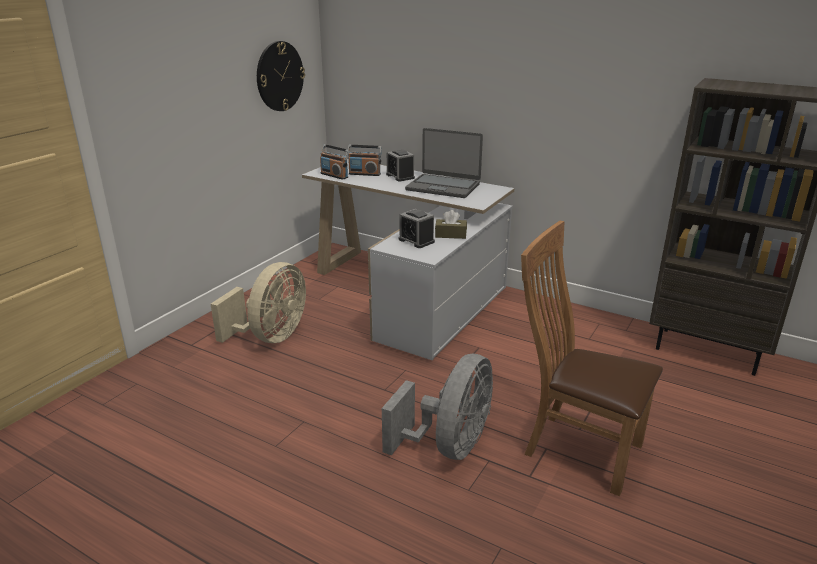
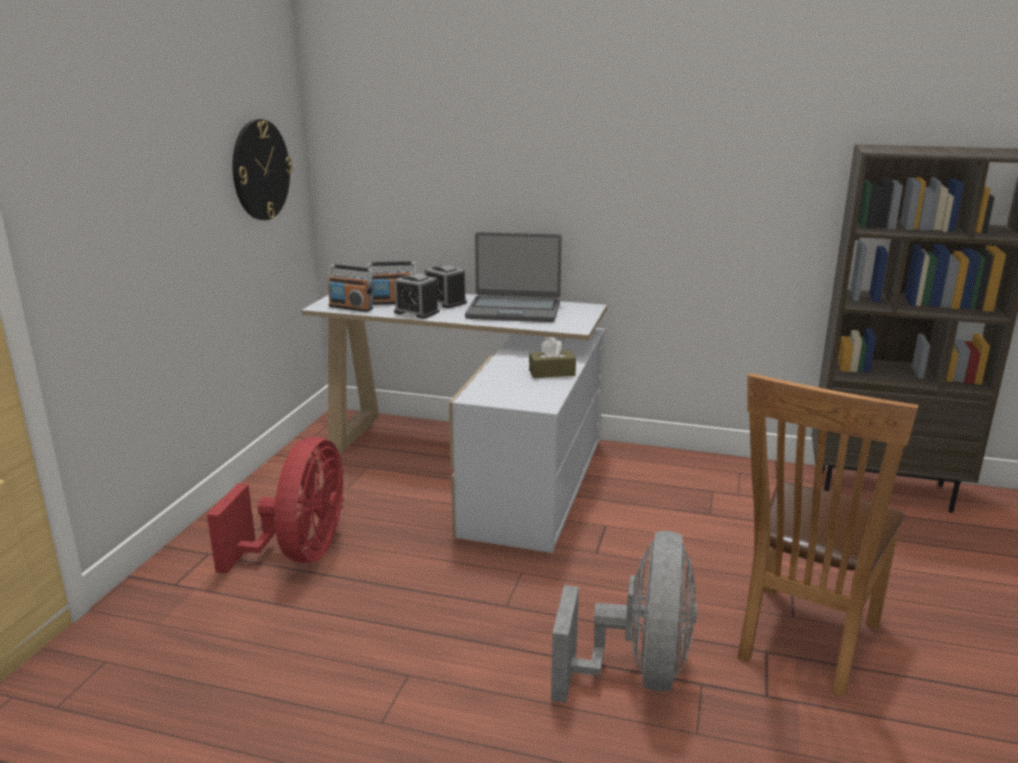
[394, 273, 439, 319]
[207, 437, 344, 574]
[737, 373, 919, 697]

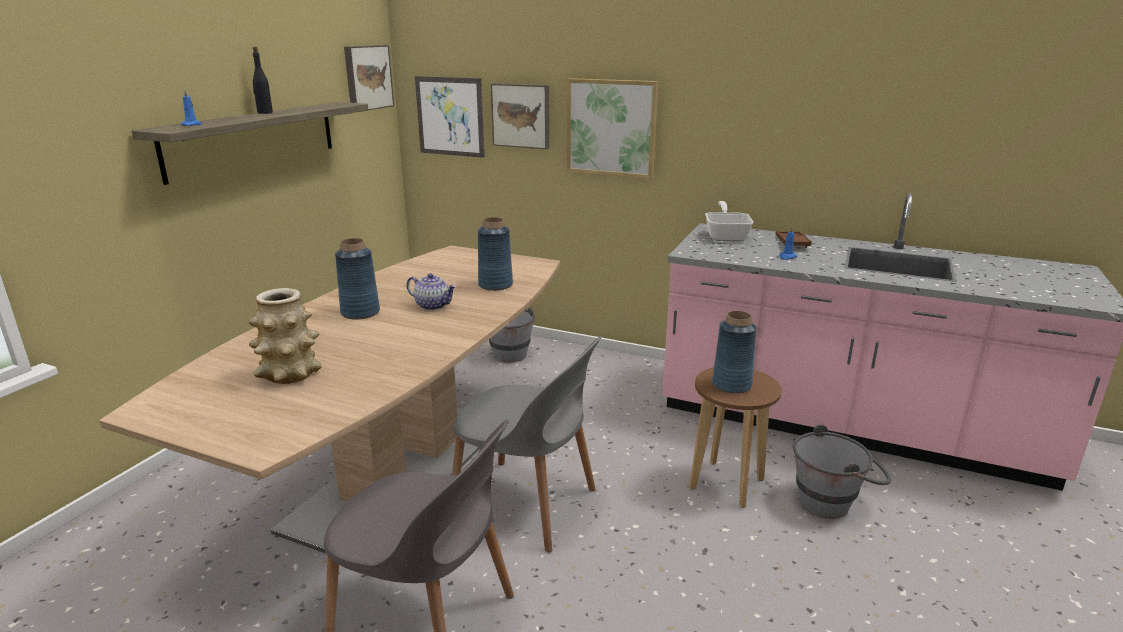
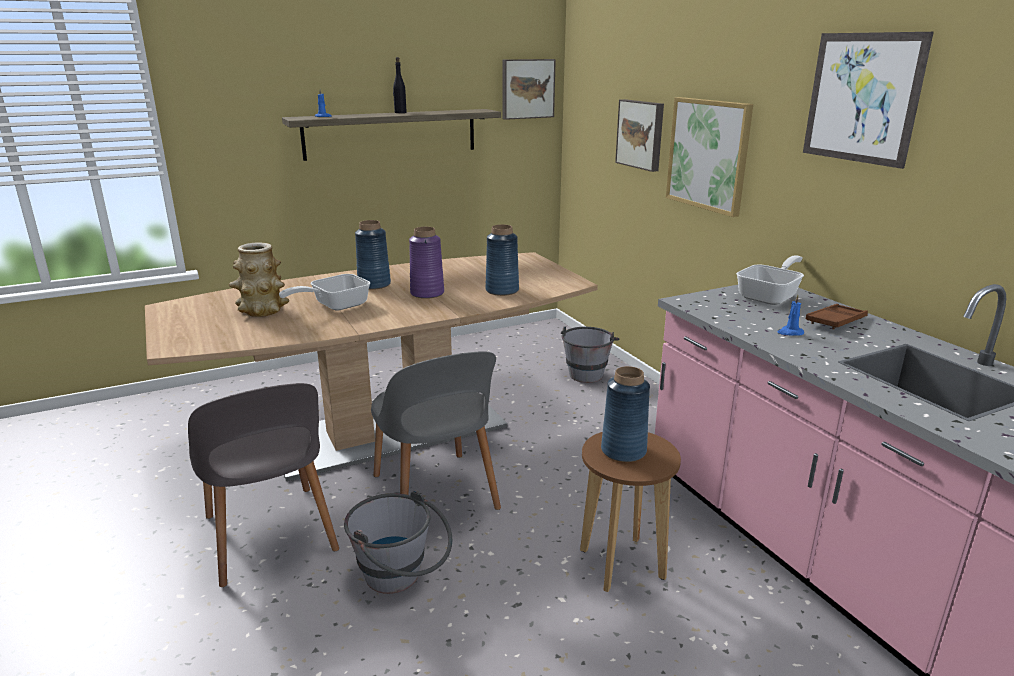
[279, 274, 370, 311]
[803, 32, 934, 169]
[344, 490, 452, 594]
[409, 227, 444, 299]

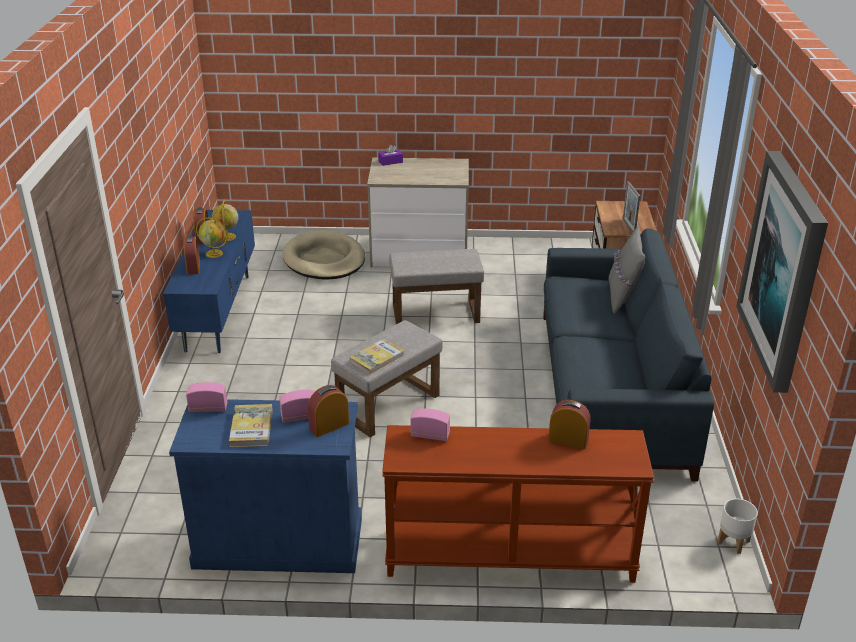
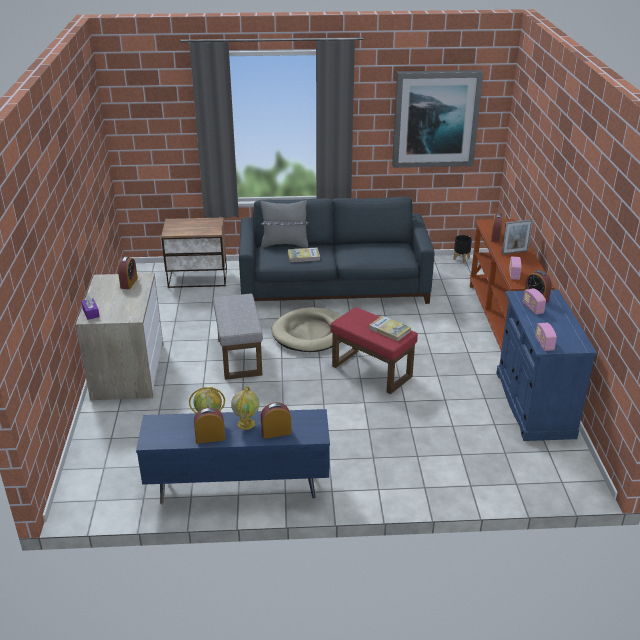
[118, 256, 138, 289]
[288, 247, 320, 262]
[271, 307, 341, 352]
[501, 219, 533, 255]
[331, 307, 418, 394]
[453, 235, 472, 263]

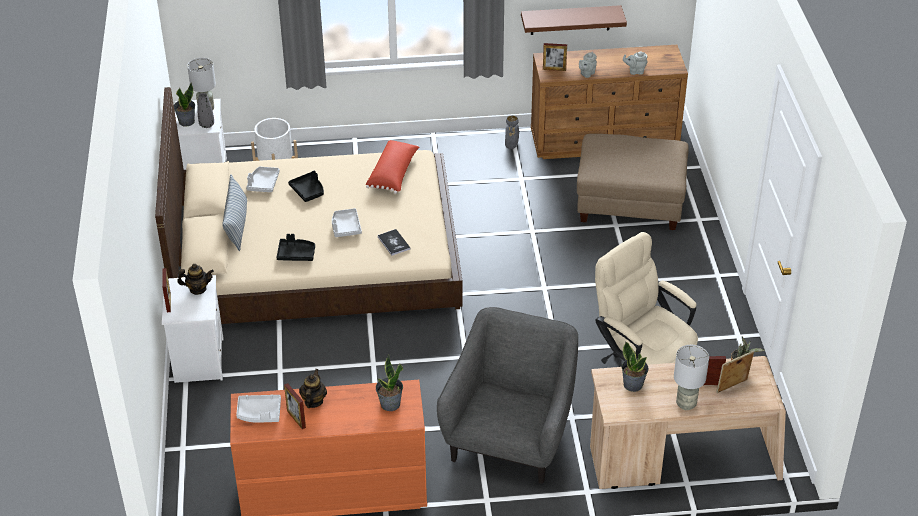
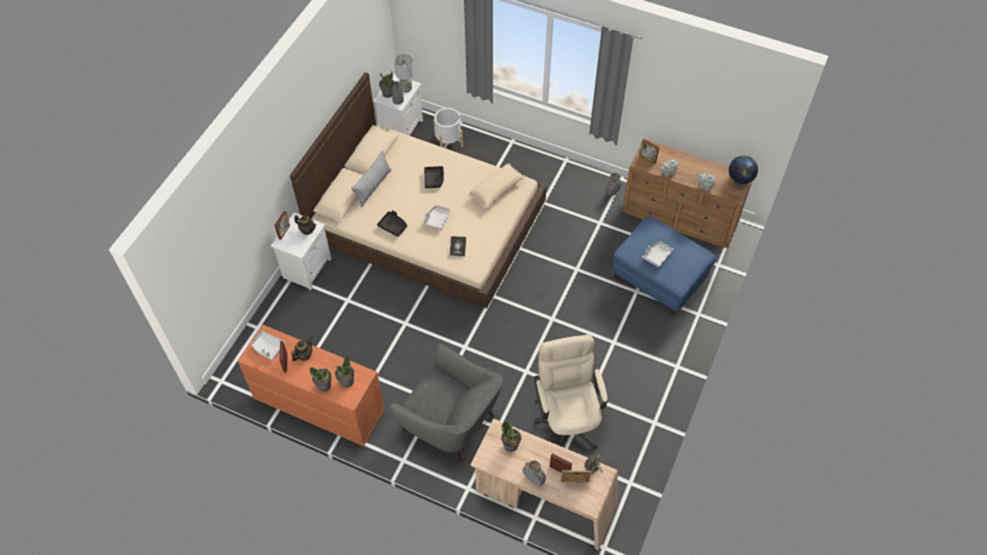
[521, 5, 627, 35] (first image)
[310, 367, 332, 392]
[729, 156, 758, 184]
[642, 241, 673, 267]
[522, 461, 546, 486]
[468, 163, 525, 209]
[612, 216, 716, 315]
[389, 343, 503, 462]

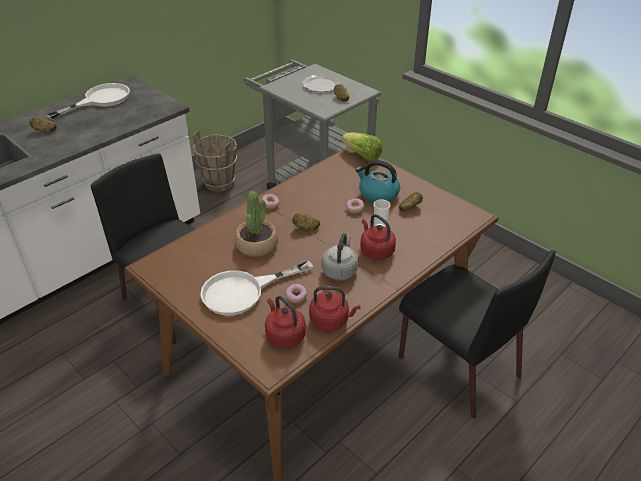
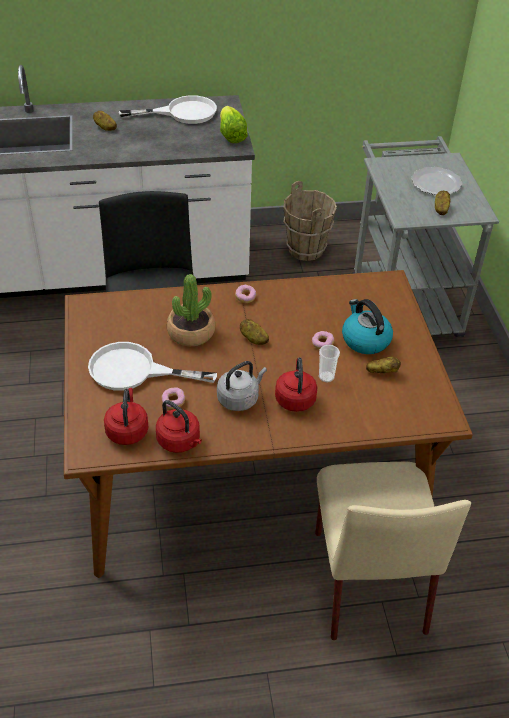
[220, 106, 248, 143]
[315, 462, 471, 640]

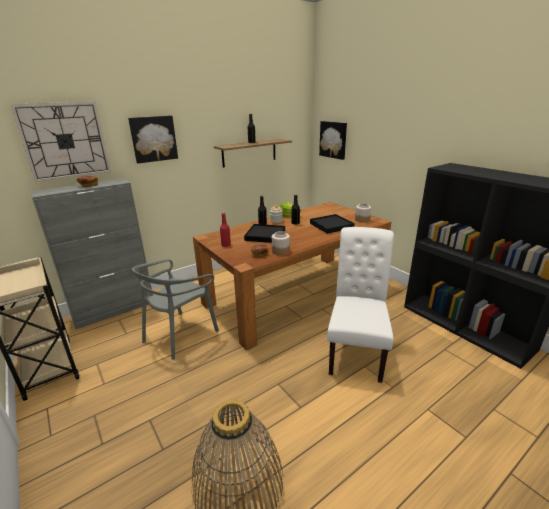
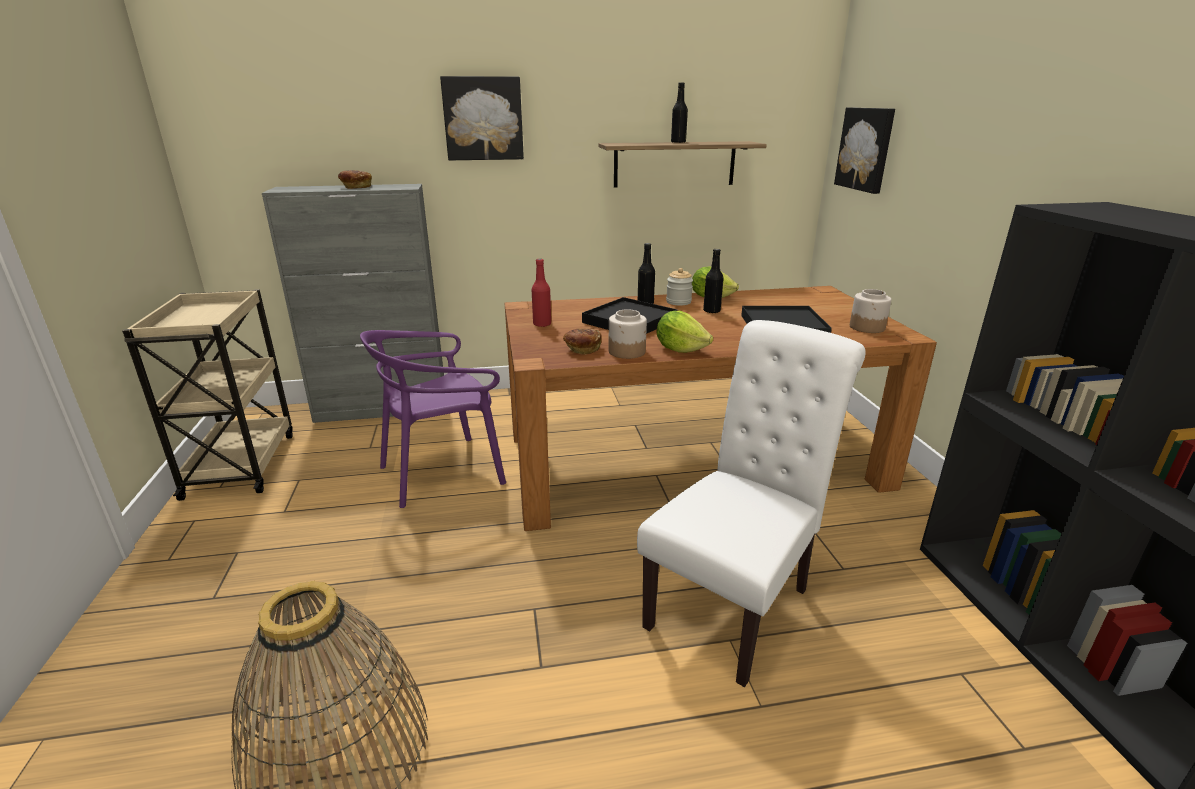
[10, 102, 111, 182] (first image)
[656, 311, 713, 353]
[360, 330, 506, 508]

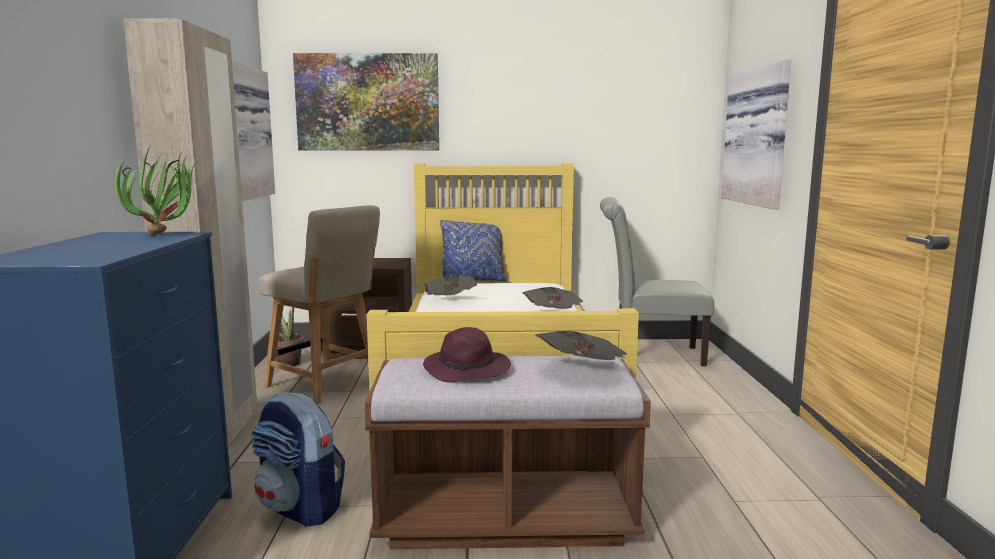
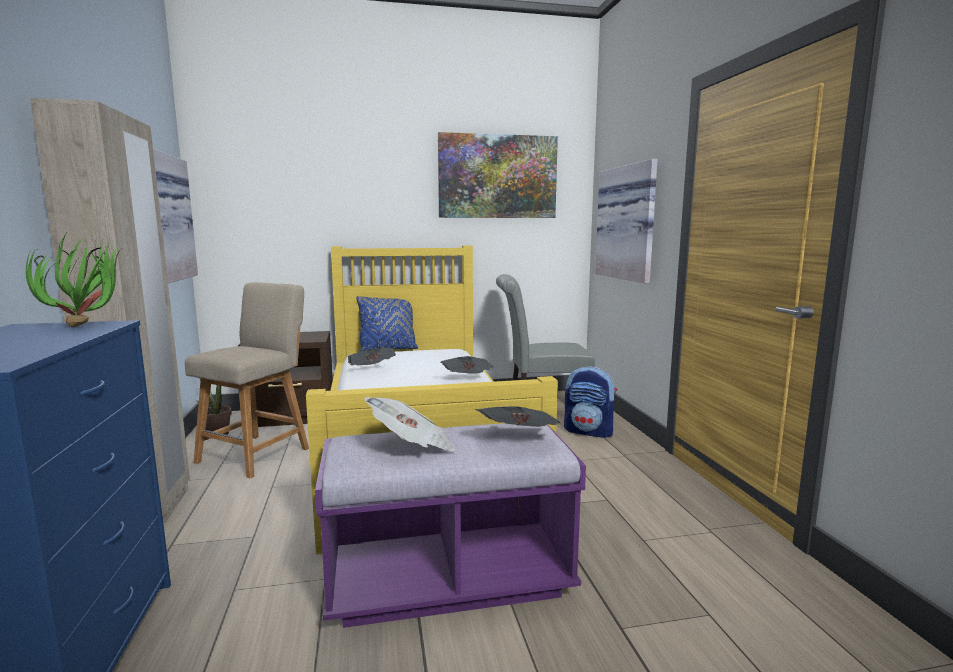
[564, 367, 617, 438]
[438, 132, 558, 218]
[364, 397, 456, 452]
[315, 423, 586, 628]
[185, 282, 309, 478]

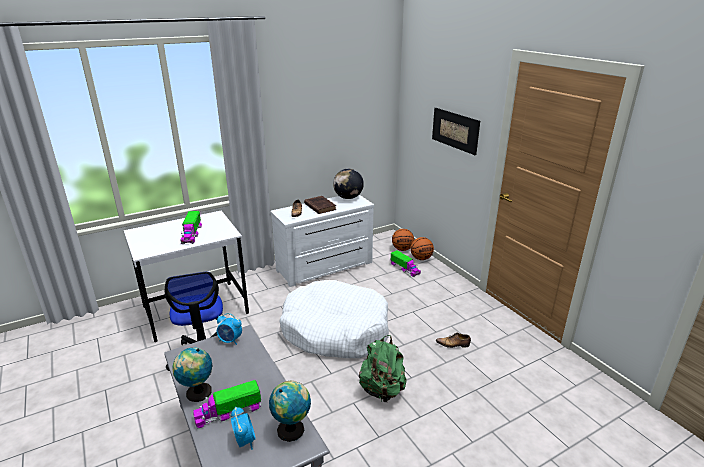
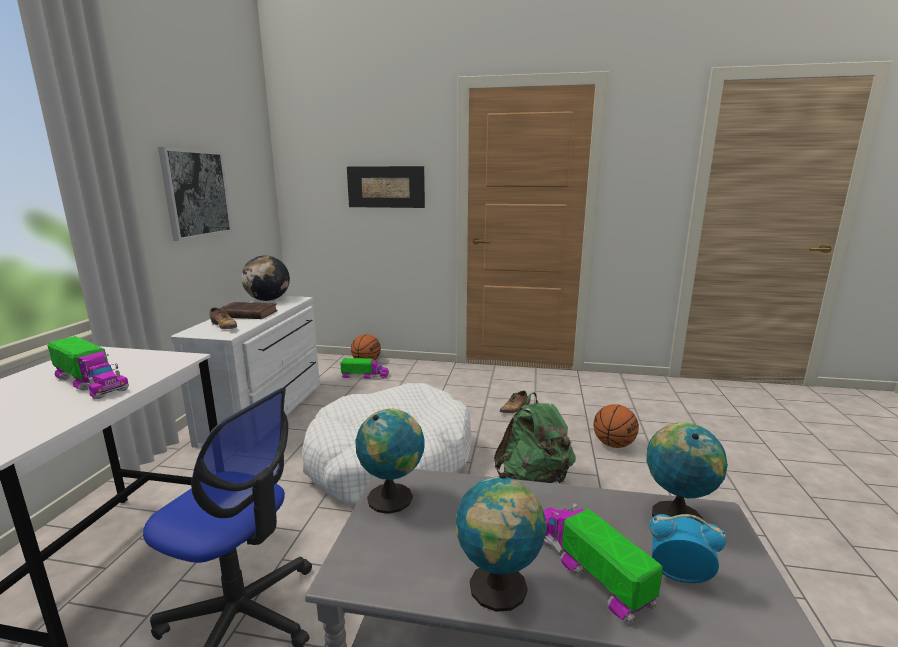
[158, 147, 232, 241]
[594, 404, 639, 448]
[355, 409, 425, 514]
[543, 504, 663, 623]

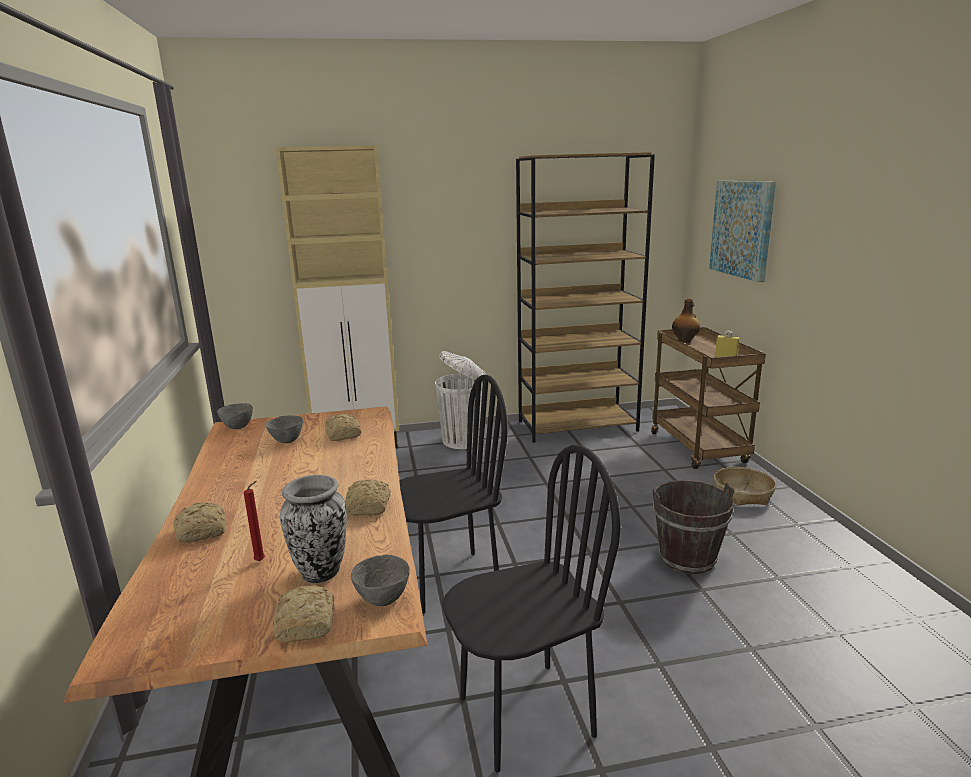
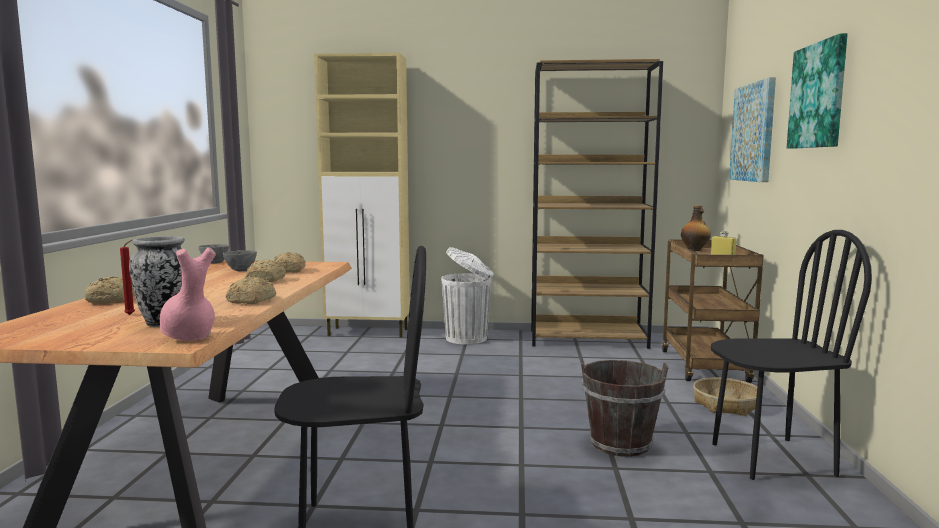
[787, 33, 847, 149]
[246, 259, 286, 282]
[711, 230, 872, 480]
[160, 247, 216, 341]

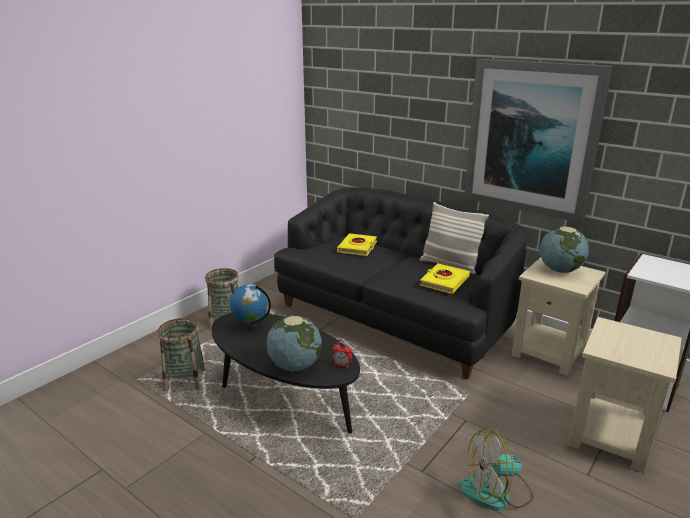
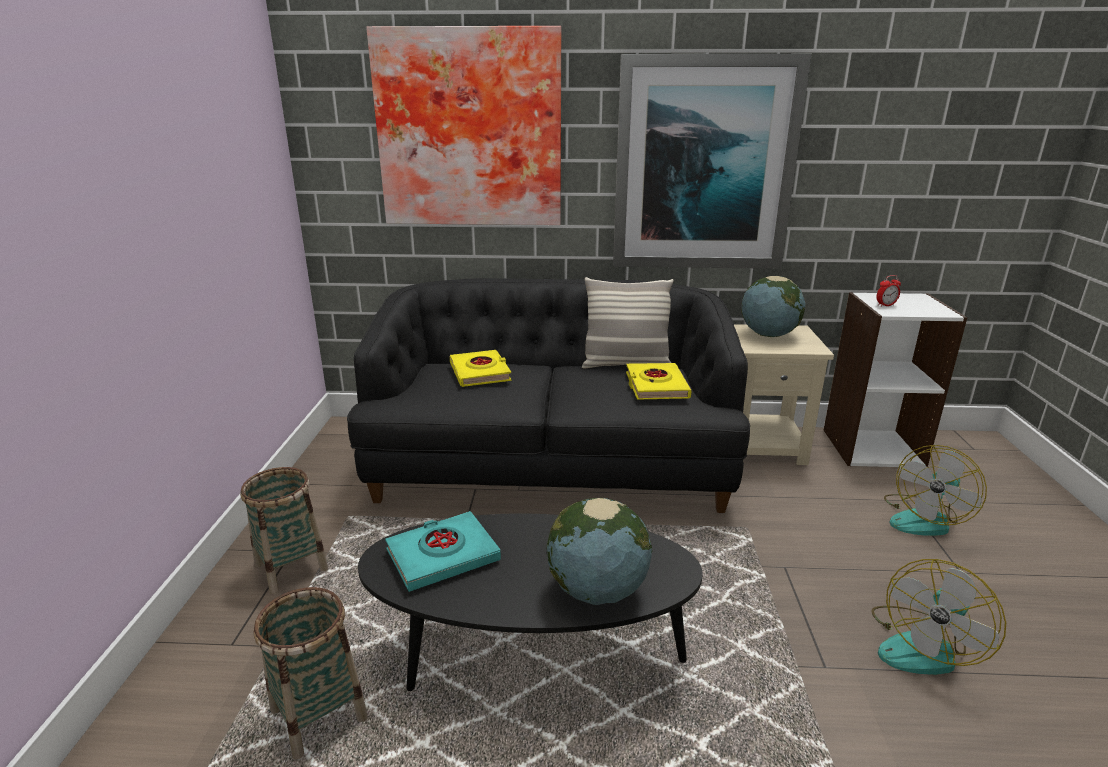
[366, 26, 561, 225]
[876, 275, 901, 307]
[385, 511, 501, 592]
[884, 445, 987, 536]

